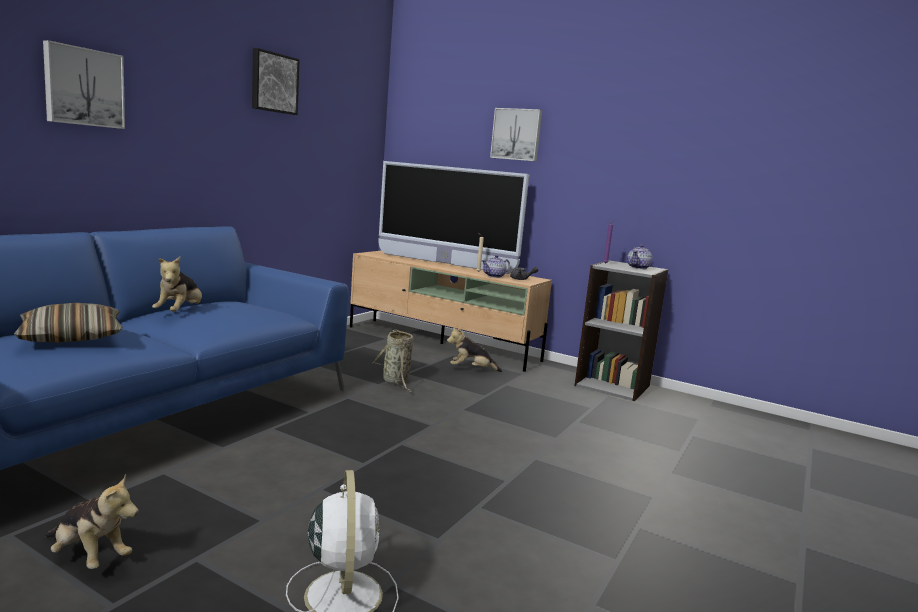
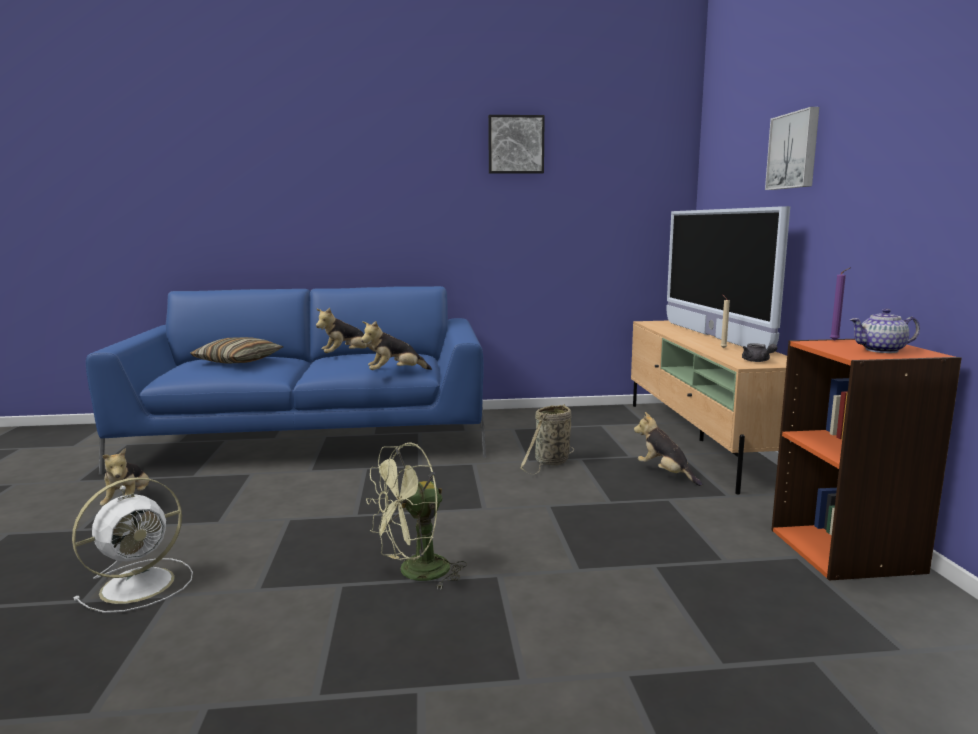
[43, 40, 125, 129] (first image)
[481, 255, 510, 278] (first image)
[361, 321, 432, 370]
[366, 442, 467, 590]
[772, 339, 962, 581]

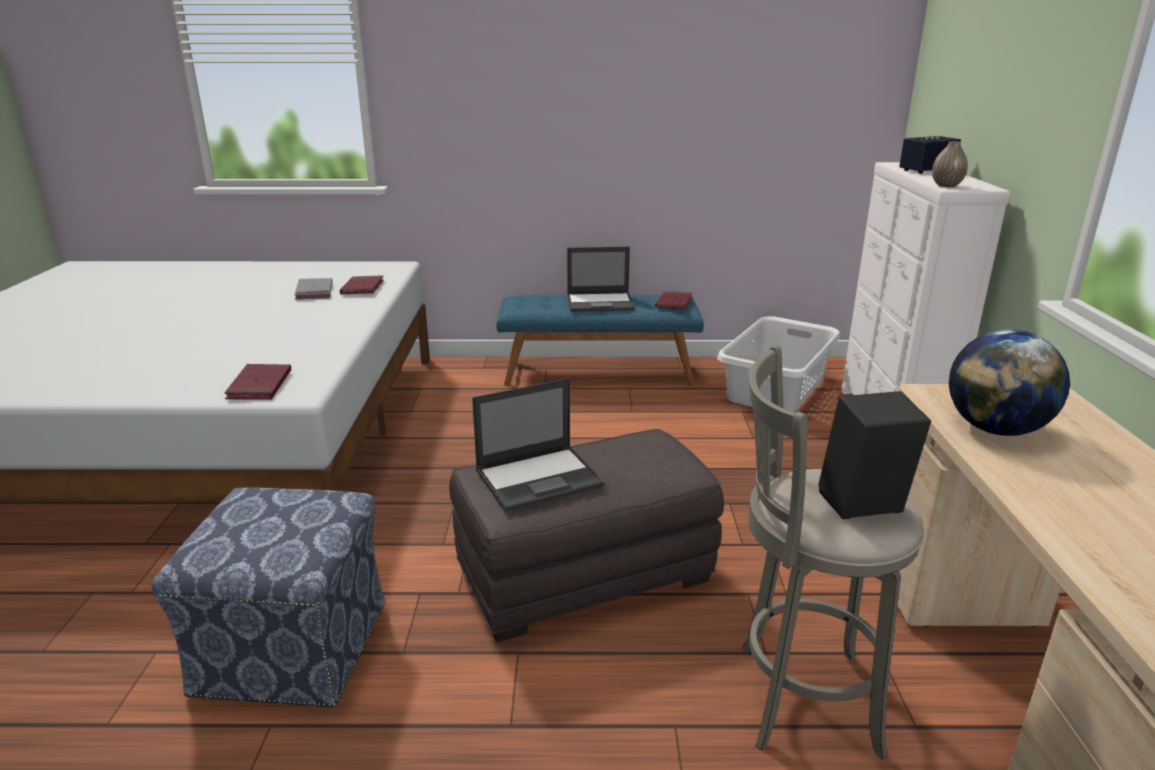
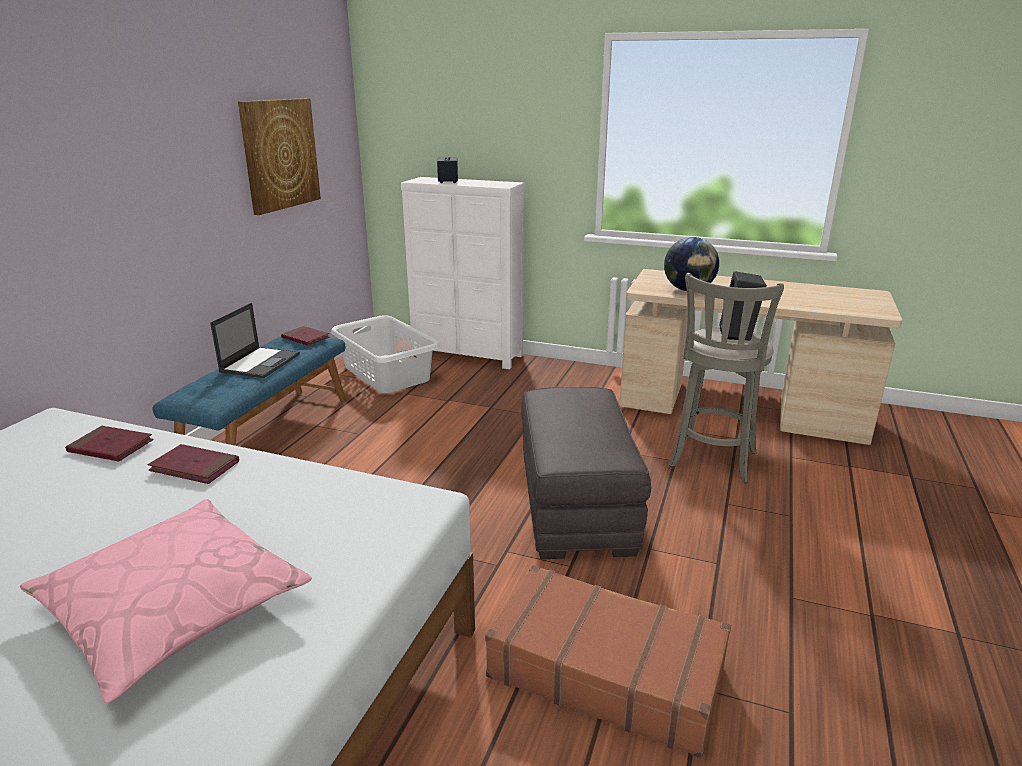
[294, 278, 333, 300] (first image)
[472, 378, 605, 512] (first image)
[932, 141, 968, 187] (first image)
[20, 499, 312, 704]
[238, 98, 321, 215]
[148, 444, 239, 484]
[485, 565, 731, 758]

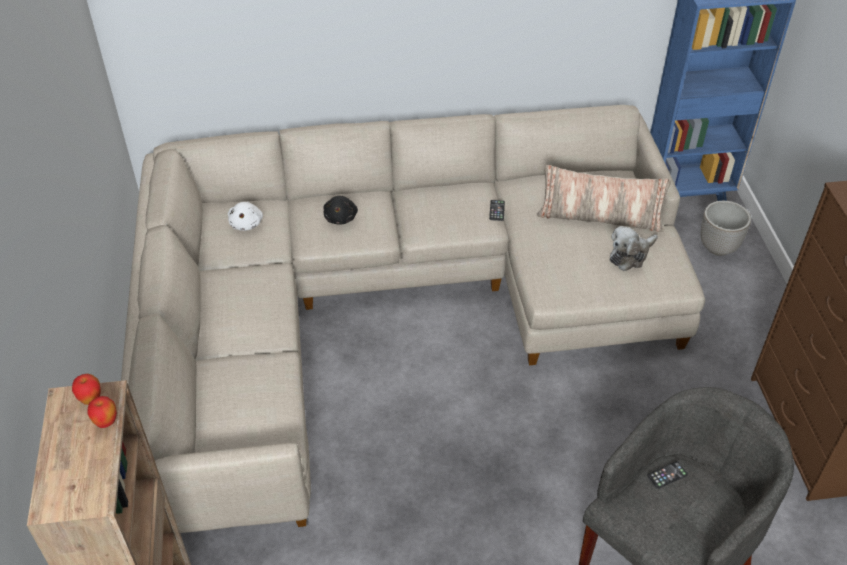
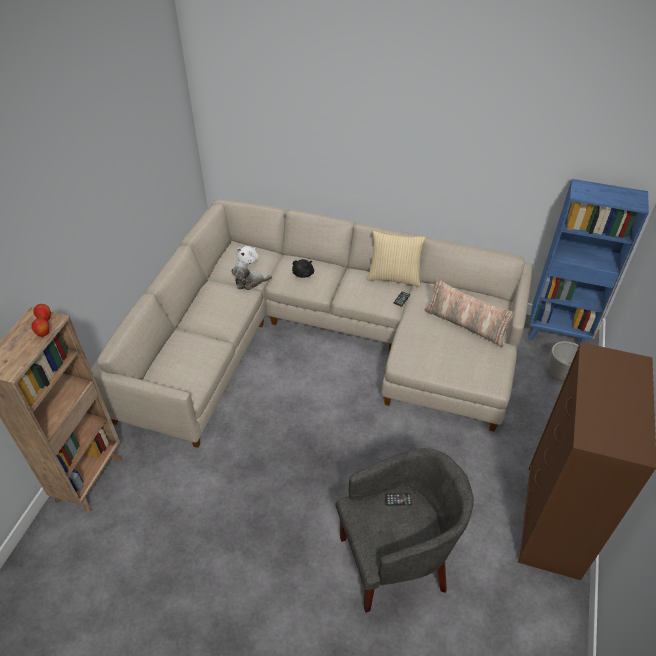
[367, 230, 427, 287]
[231, 261, 272, 290]

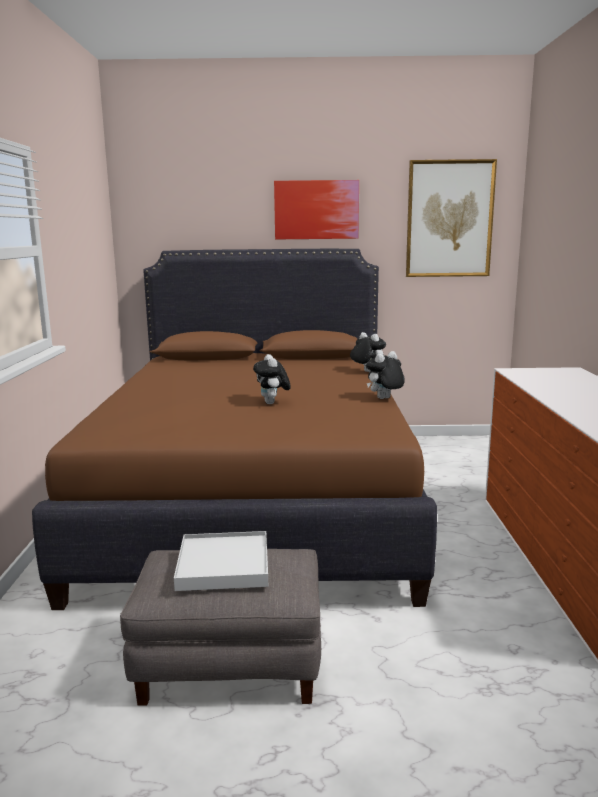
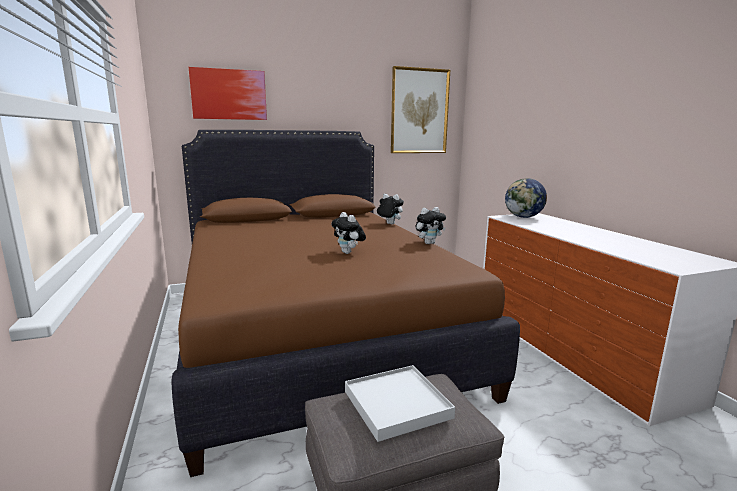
[505, 178, 547, 218]
[189, 67, 267, 120]
[415, 207, 446, 244]

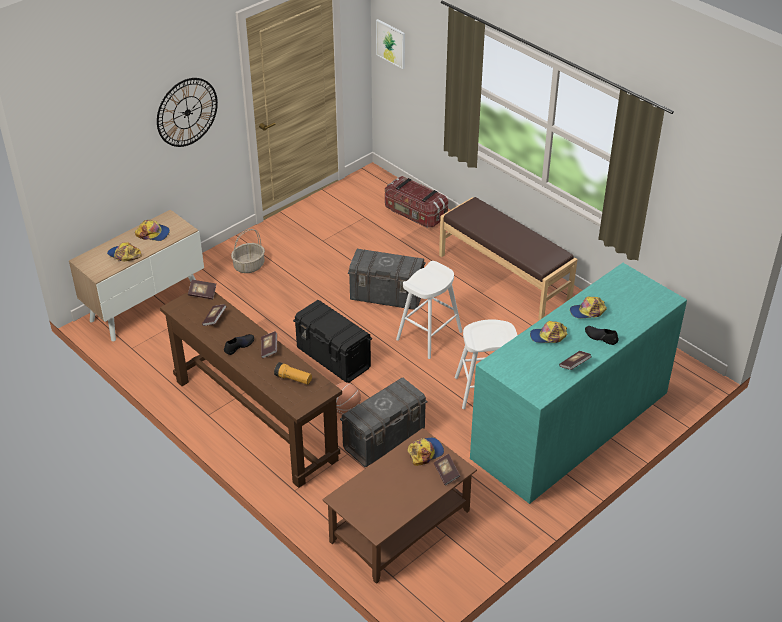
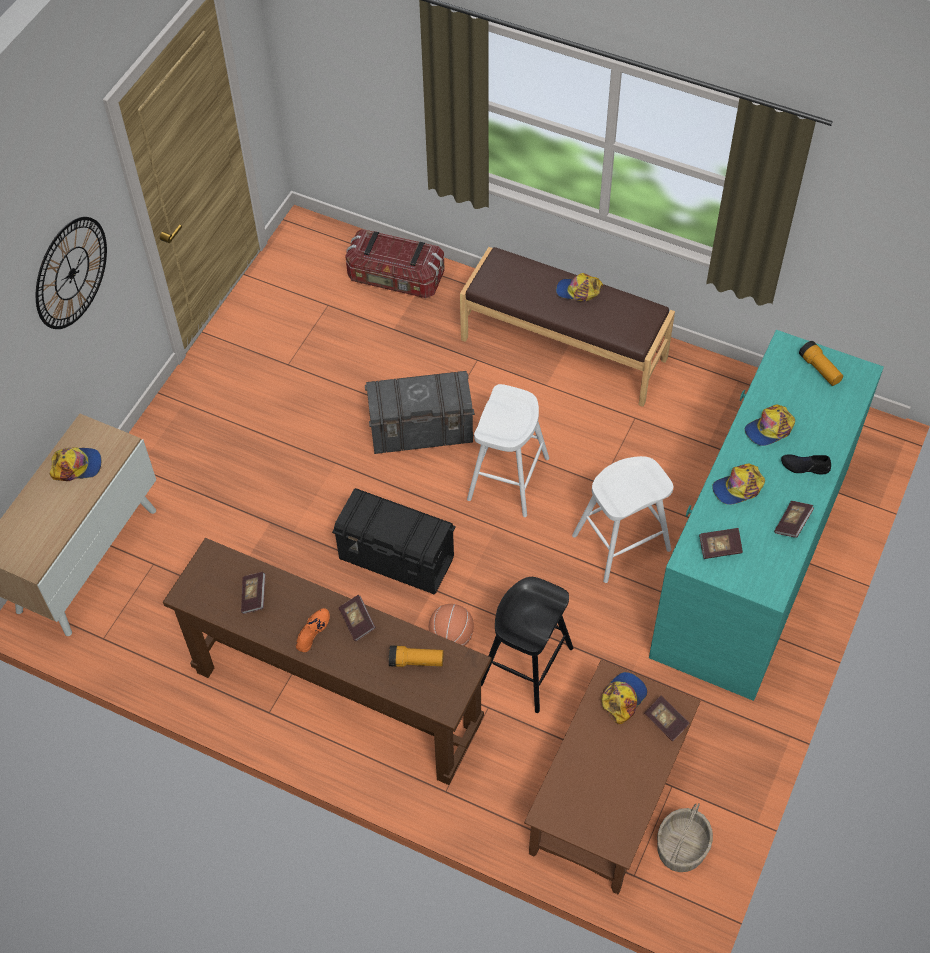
[376, 19, 405, 69] (first image)
[799, 341, 843, 386]
[556, 273, 603, 301]
[699, 528, 743, 559]
[657, 803, 713, 872]
[481, 577, 573, 713]
[296, 608, 330, 652]

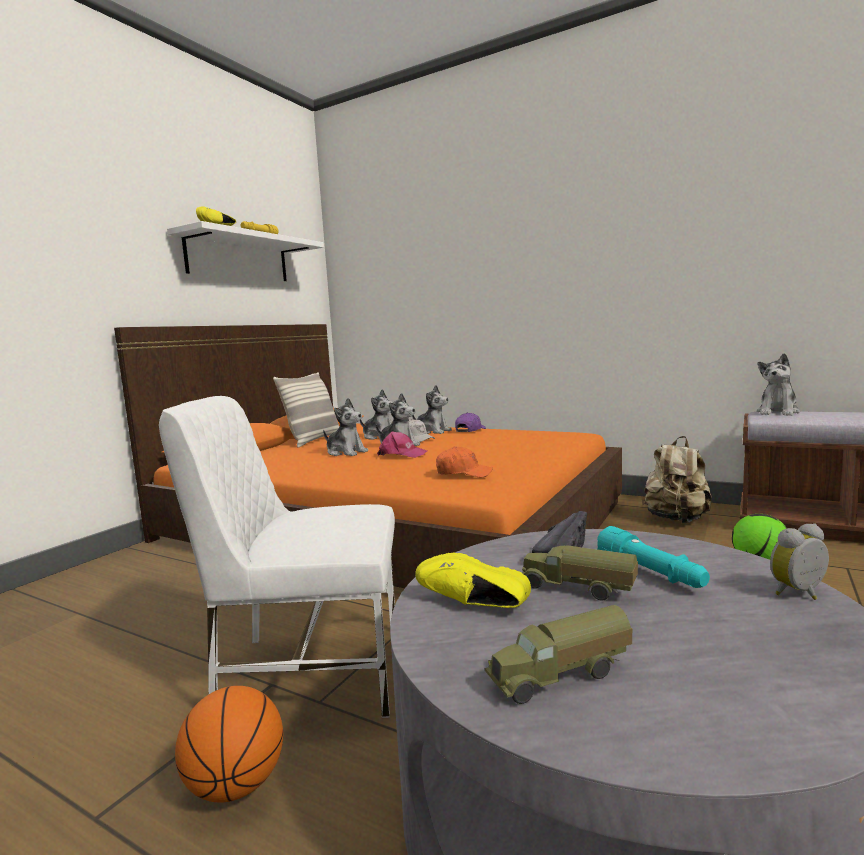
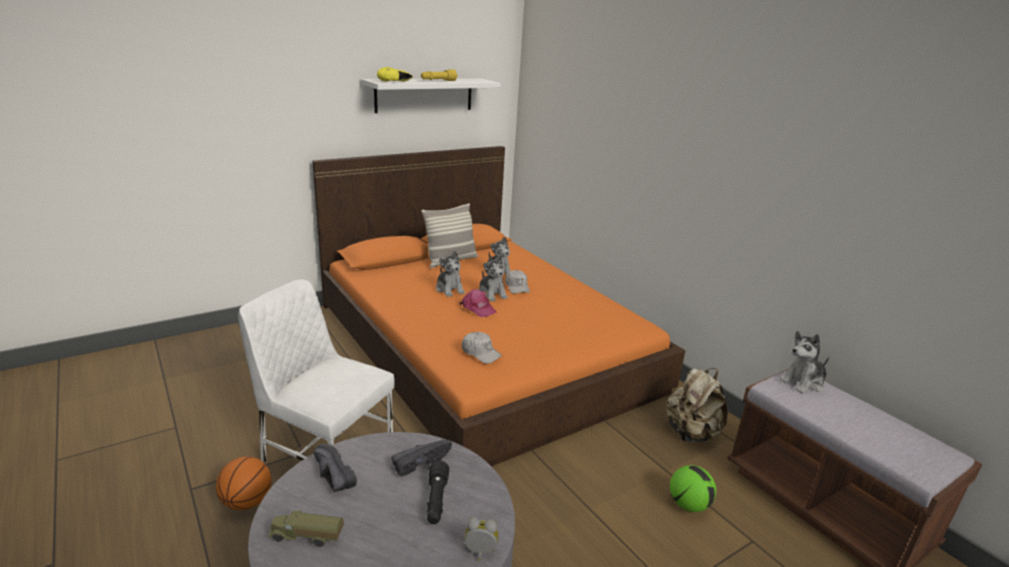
[412, 385, 452, 434] (first image)
[455, 413, 486, 432] (first image)
[522, 545, 638, 601] (first image)
[314, 444, 357, 492]
[462, 332, 502, 364]
[427, 461, 449, 524]

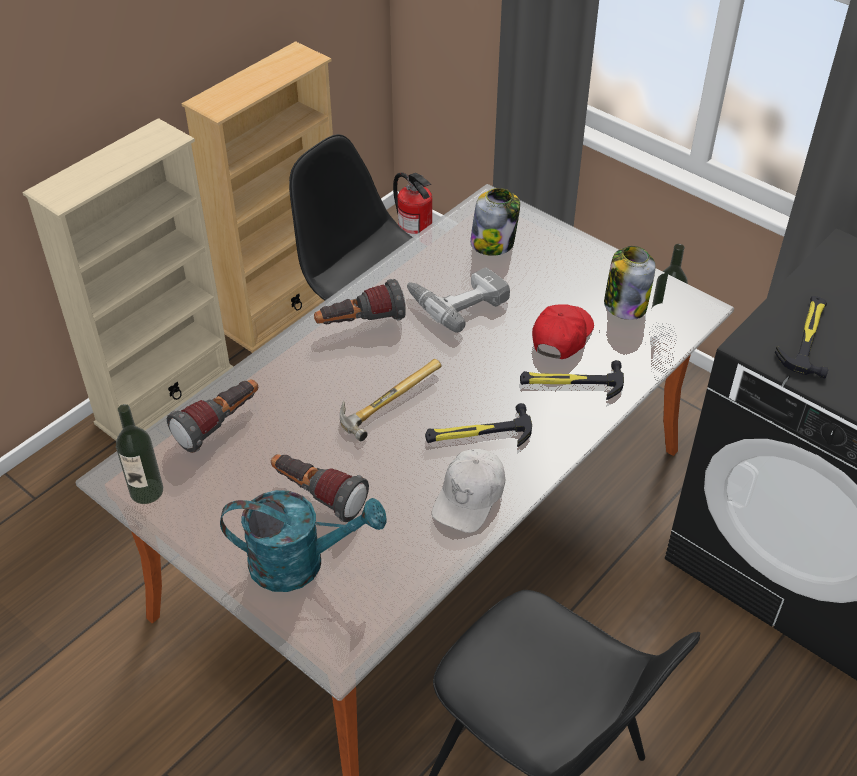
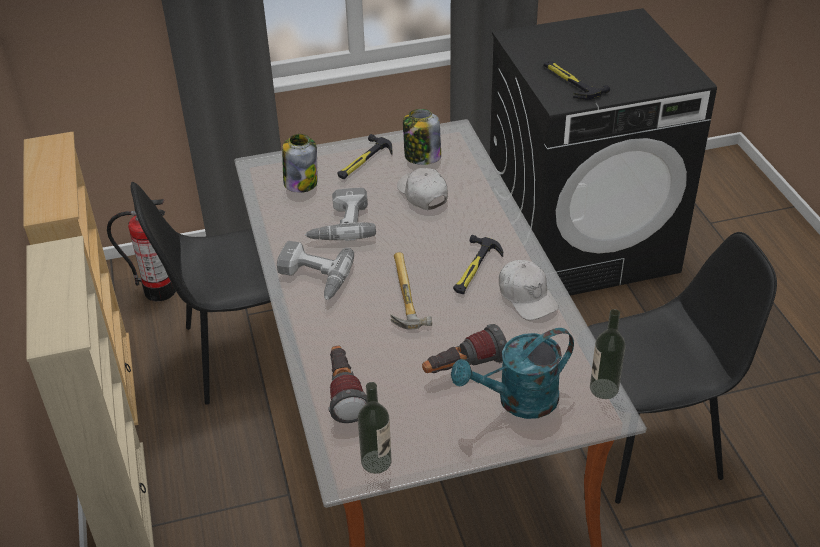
[337, 134, 392, 179]
[590, 309, 625, 399]
[277, 241, 354, 300]
[397, 168, 448, 210]
[451, 328, 574, 419]

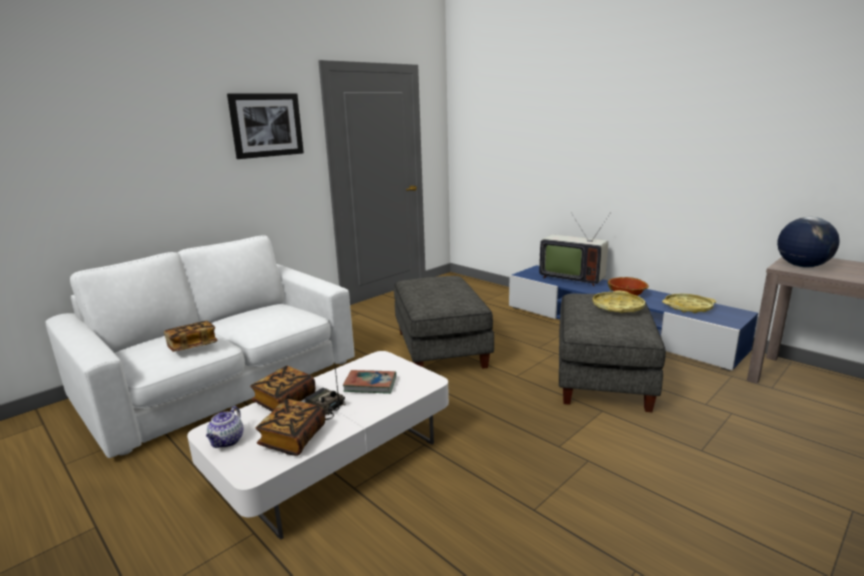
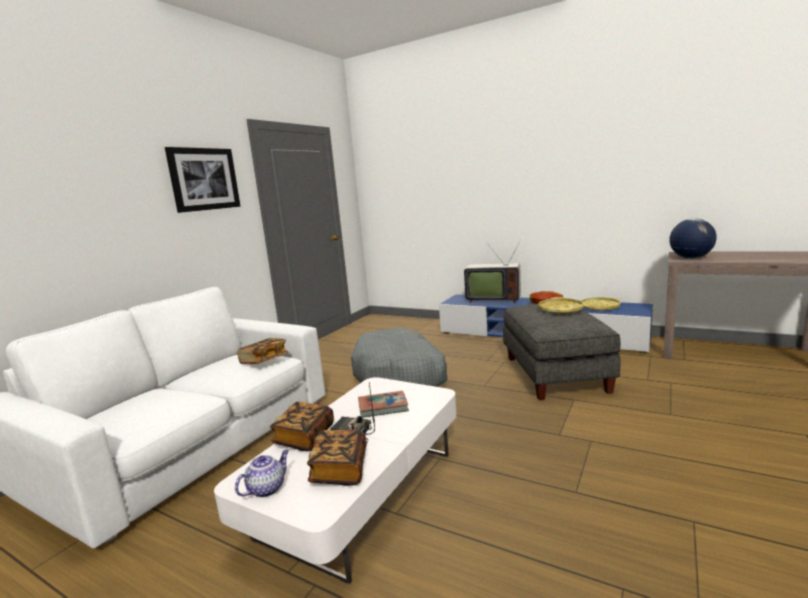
[237, 338, 288, 364]
[351, 328, 448, 387]
[235, 450, 289, 498]

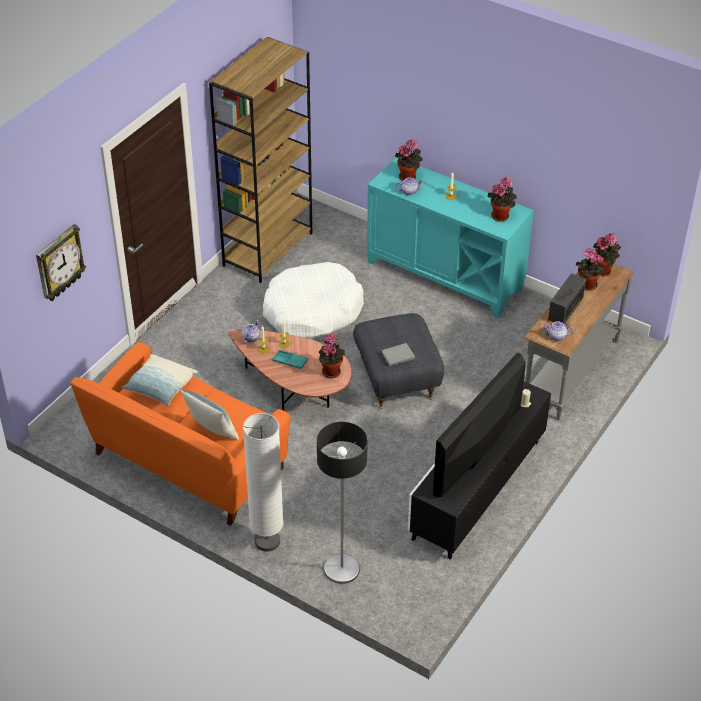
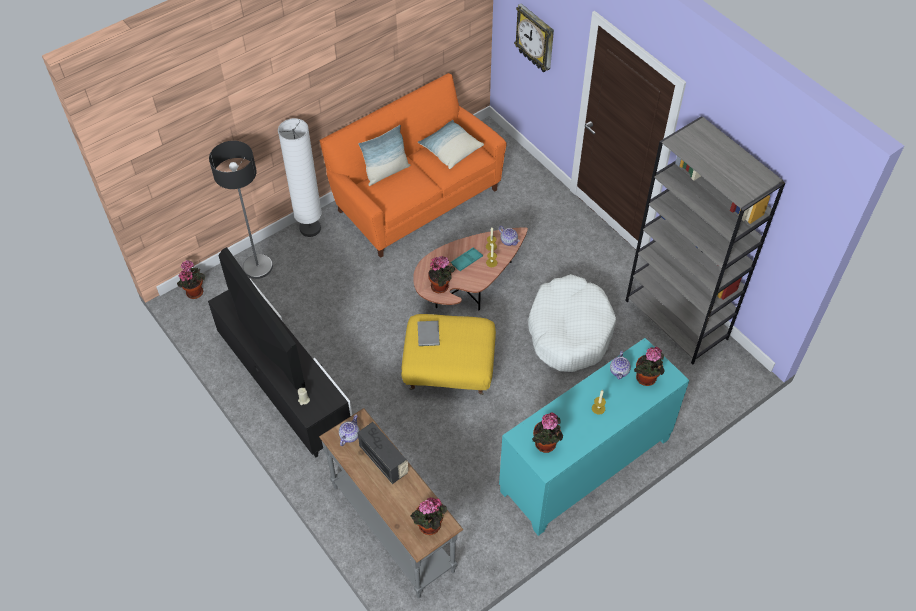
[177, 260, 205, 299]
[625, 117, 785, 365]
[401, 314, 496, 395]

